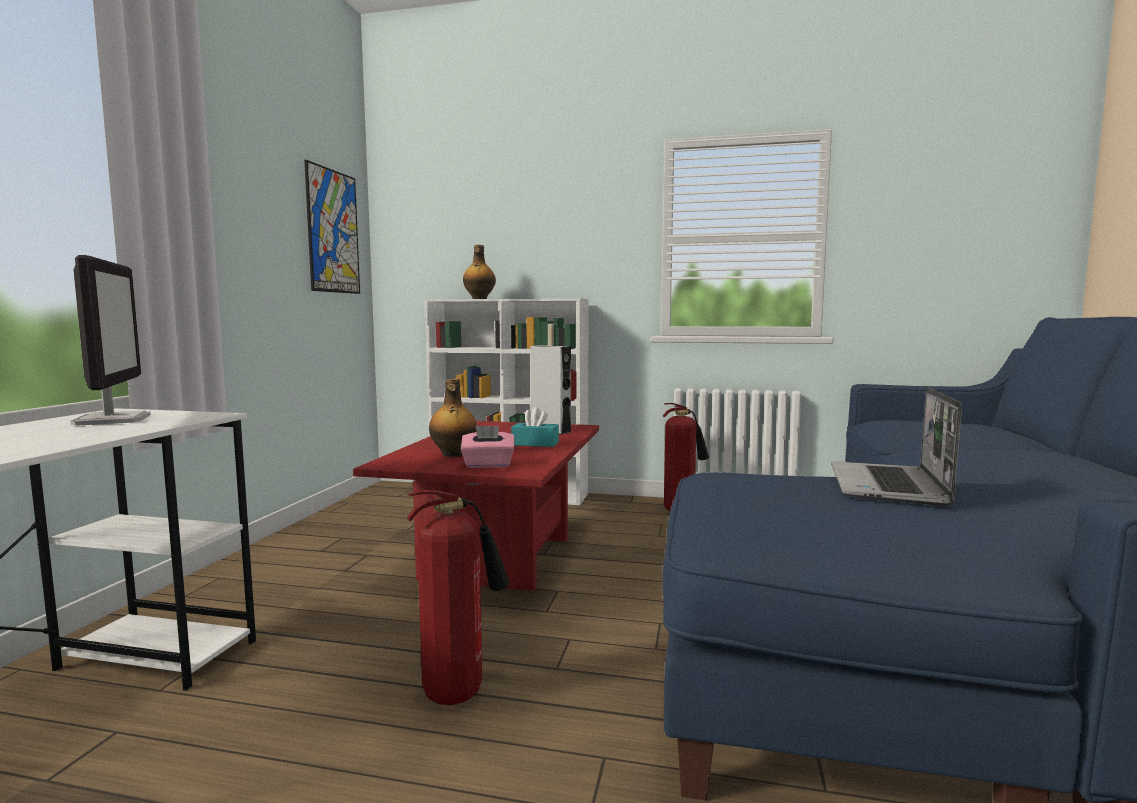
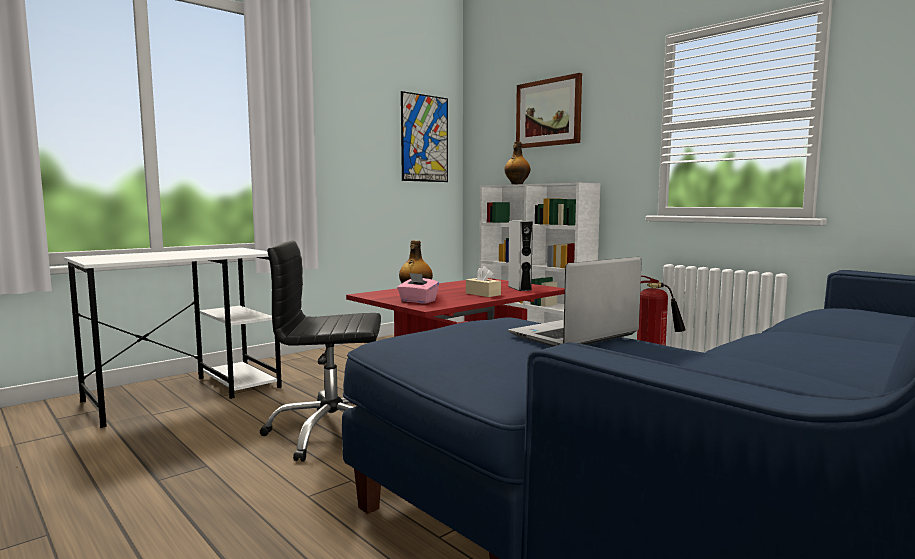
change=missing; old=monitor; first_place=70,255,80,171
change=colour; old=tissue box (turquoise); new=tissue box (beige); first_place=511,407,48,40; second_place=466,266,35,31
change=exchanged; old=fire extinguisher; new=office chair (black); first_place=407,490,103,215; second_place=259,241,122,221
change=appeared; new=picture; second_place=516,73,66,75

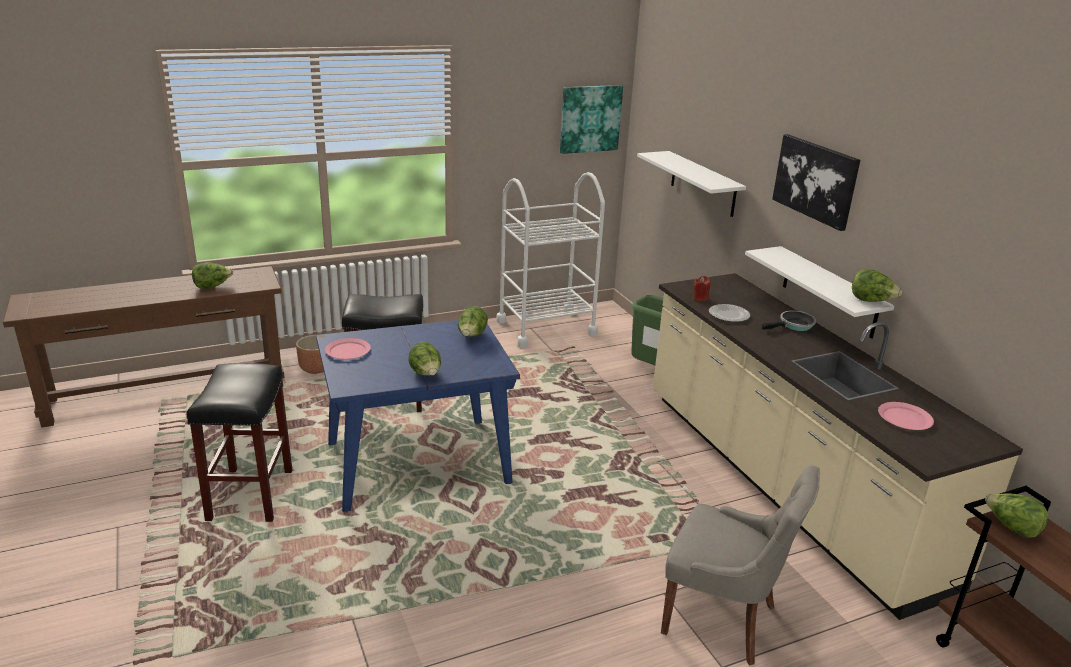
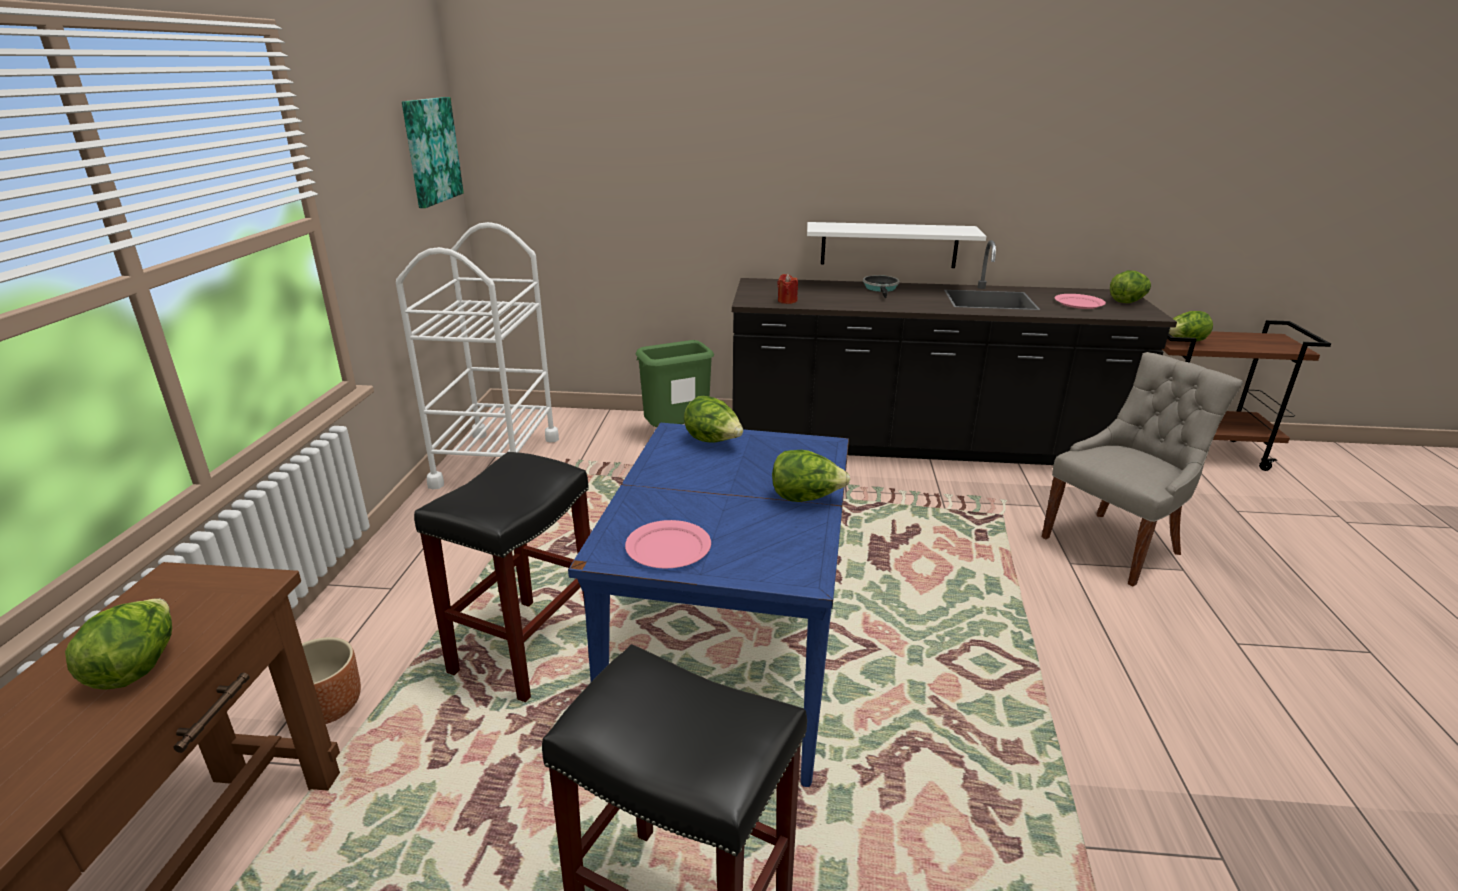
change=missing; old=picture; first_place=772,134,88,97
change=missing; old=shelf (white); first_place=637,151,109,66
change=relocated; old=lettuce; first_place=852,269,50,33; second_place=1110,270,41,33
change=colour; old=counter (beige); new=counter (black); first_place=653,273,370,347; second_place=732,240,445,225
change=missing; old=plate; first_place=709,304,41,18

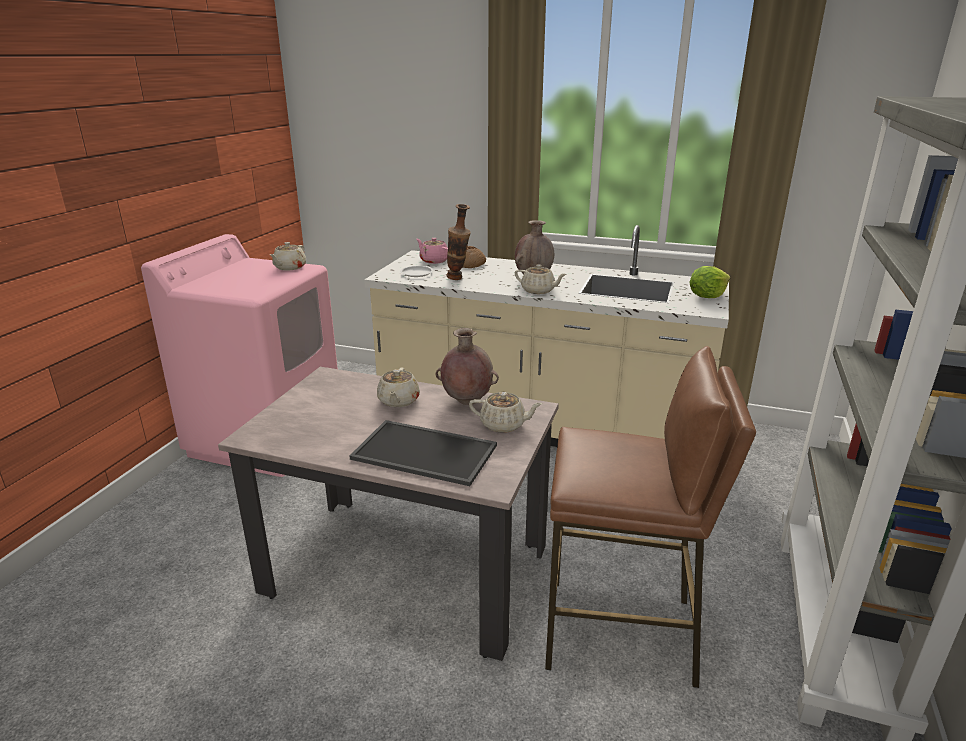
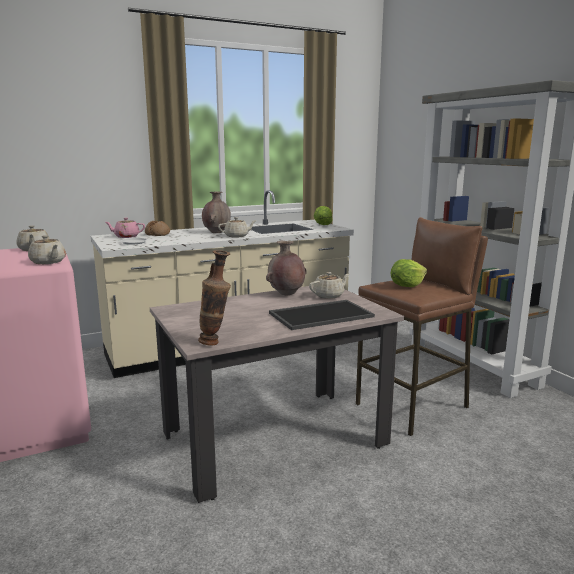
change=relocated; old=vase; first_place=446,204,25,76; second_place=198,250,33,95
change=relocated; old=teapot (beige); first_place=377,367,43,40; second_place=28,235,38,29
change=appeared; new=lettuce; second_place=390,259,37,28

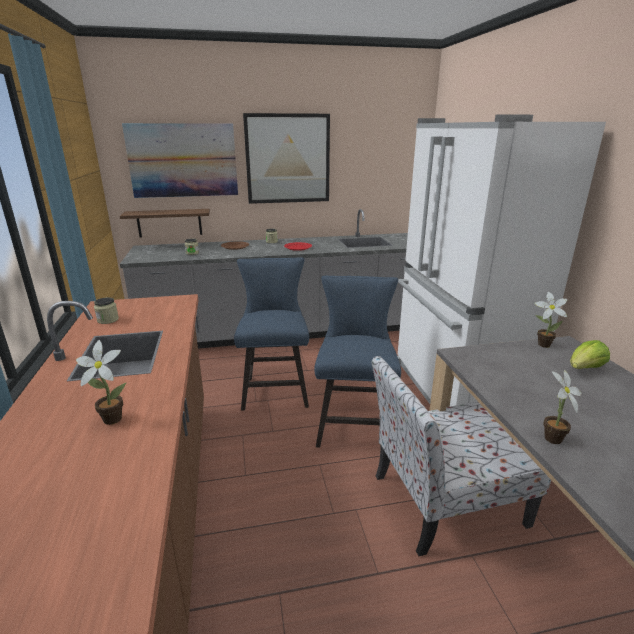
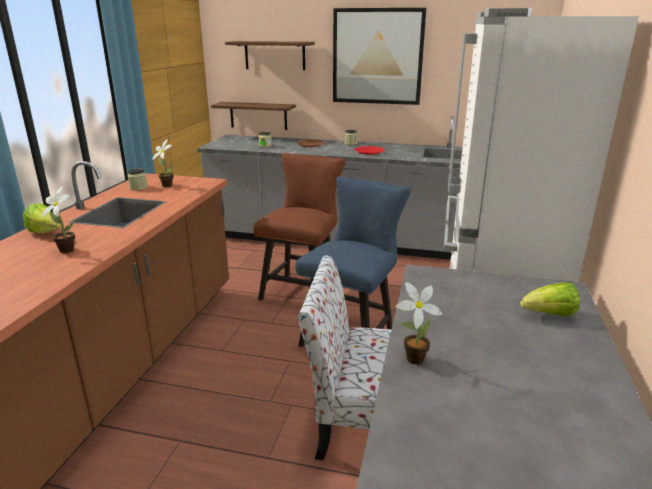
change=exchanged; old=picture; new=shelf; first_place=122,123,116,75; second_place=225,41,90,29
change=colour; old=chair (blue); new=chair (brown); first_place=234,258,75,153; second_place=253,153,93,148
change=relocated; old=potted plant; first_place=534,292,34,56; second_place=152,139,22,48
change=appeared; new=lettuce; second_place=23,204,38,29

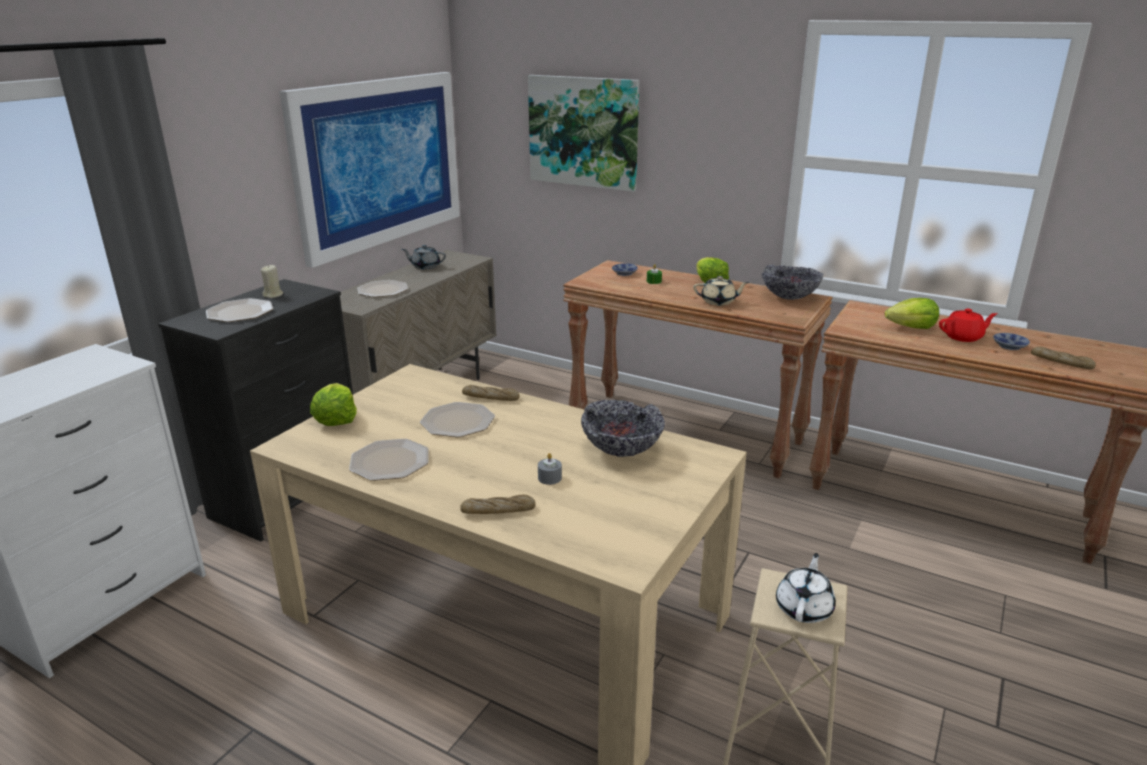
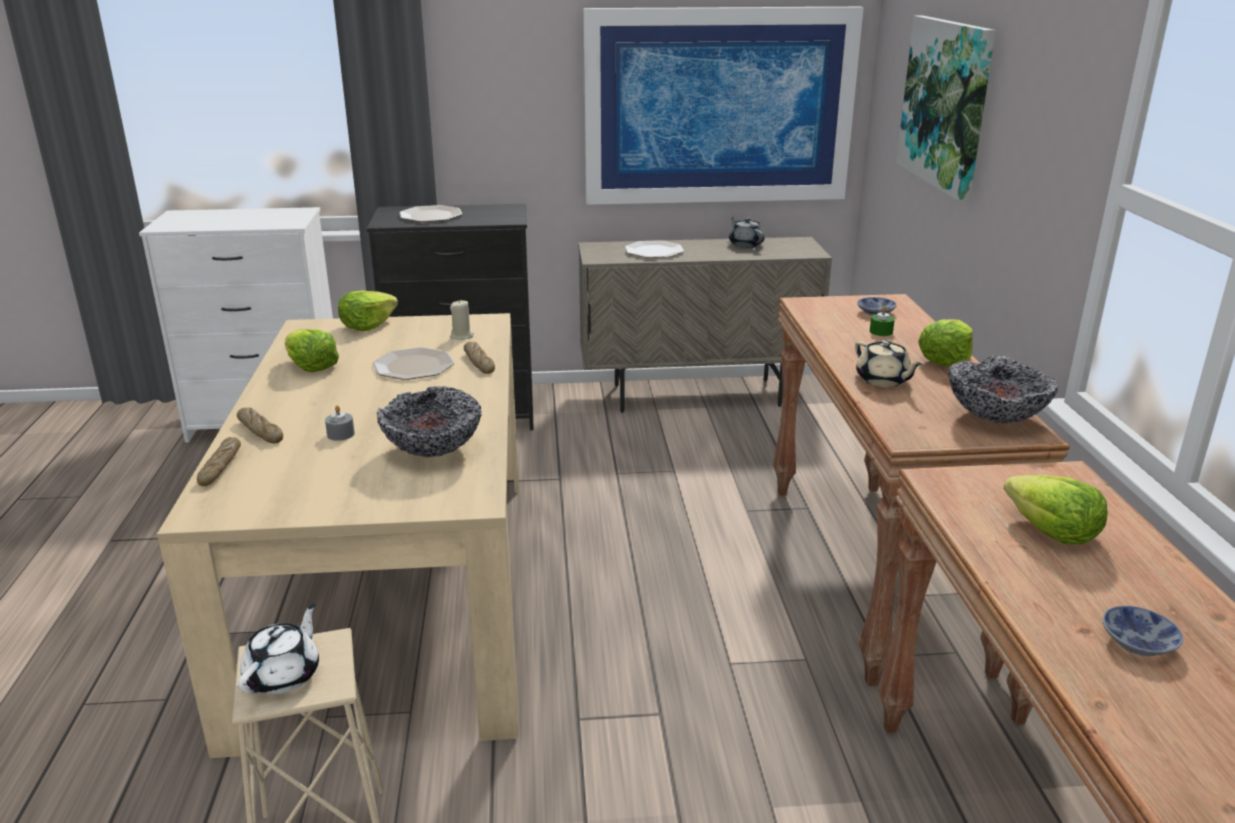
change=relocated; old=candle (beige); first_place=261,265,22,33; second_place=450,300,24,40
change=missing; old=teapot (red); first_place=939,309,59,33
change=relocated; old=bread; first_place=1031,347,65,22; second_place=197,437,44,49
change=exchanged; old=plate; new=lettuce; first_place=349,439,80,42; second_place=285,329,54,43
change=spun; old=teapot (white); first_place=776,553,60,70; second_place=238,603,81,91; degrees=-60

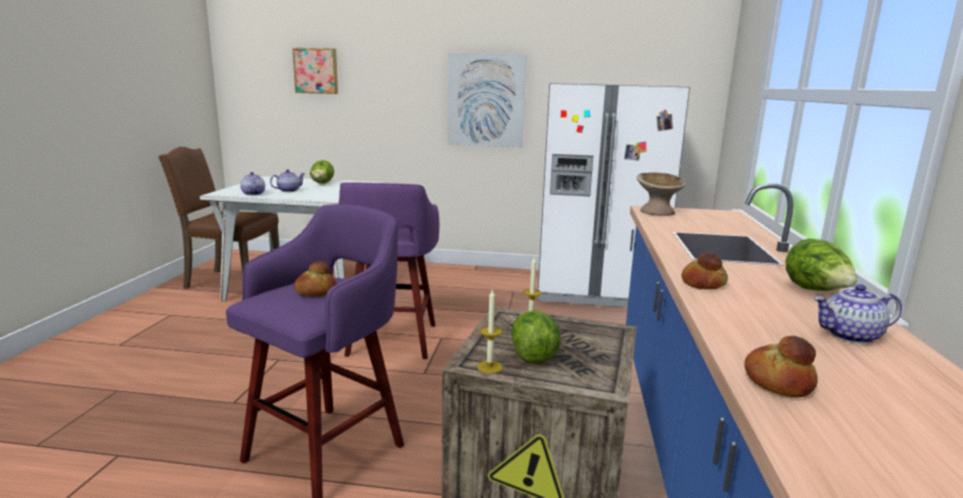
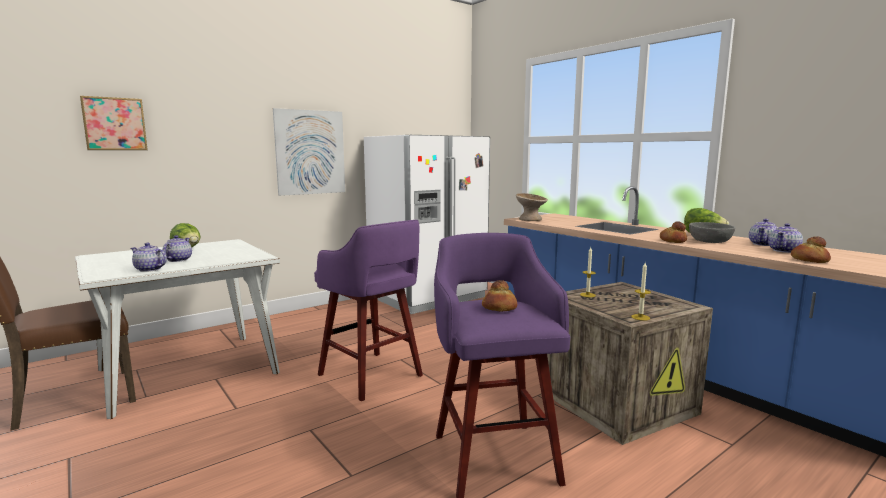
change=missing; old=lettuce; first_place=511,310,50,54
change=appeared; new=bowl (grey); second_place=689,222,46,21
change=appeared; new=teapot; second_place=768,223,35,30

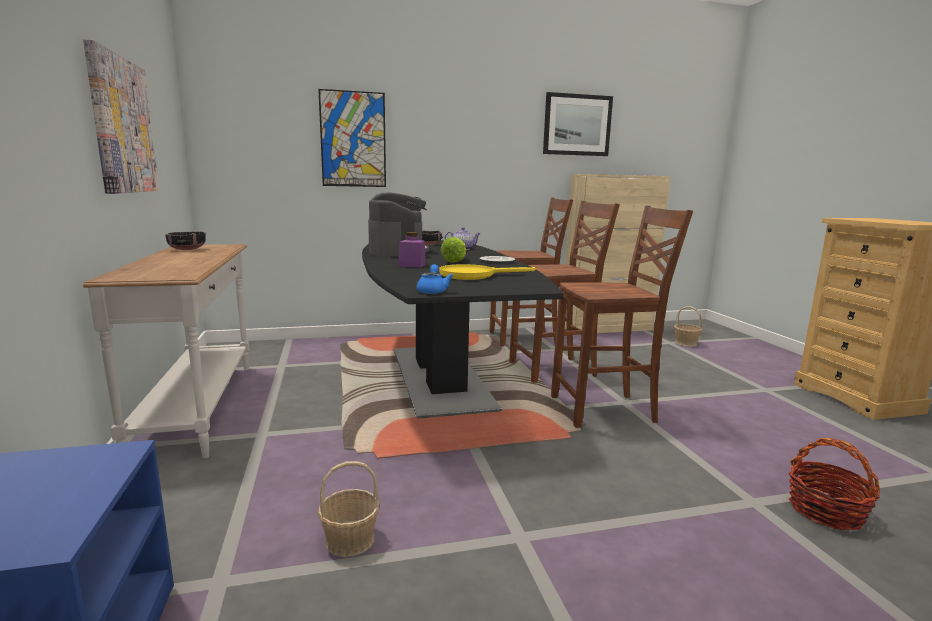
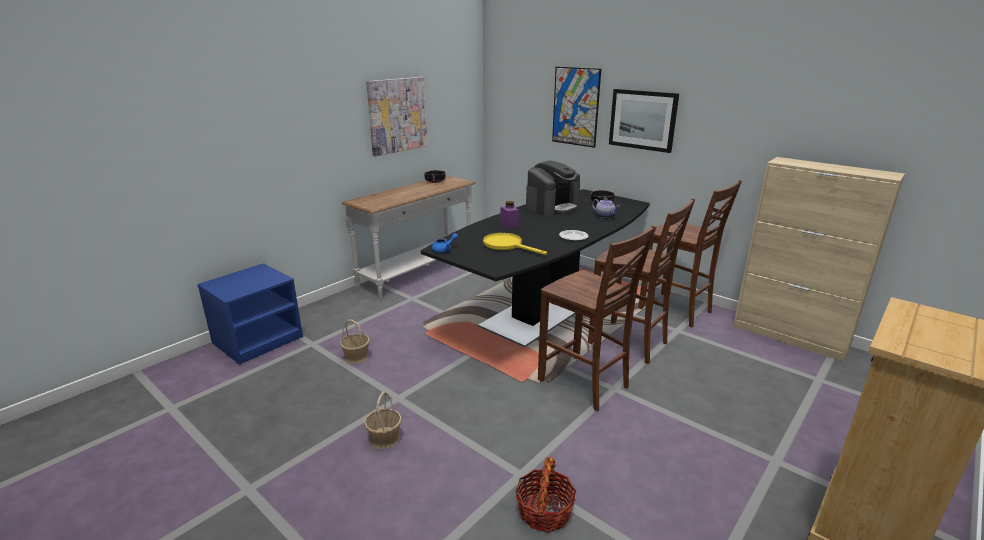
change=relocated; old=picture; first_place=543,92,70,64; second_place=609,89,70,64
change=missing; old=lettuce; first_place=440,237,26,26
change=relocated; old=basket; first_place=674,306,28,41; second_place=364,392,38,57

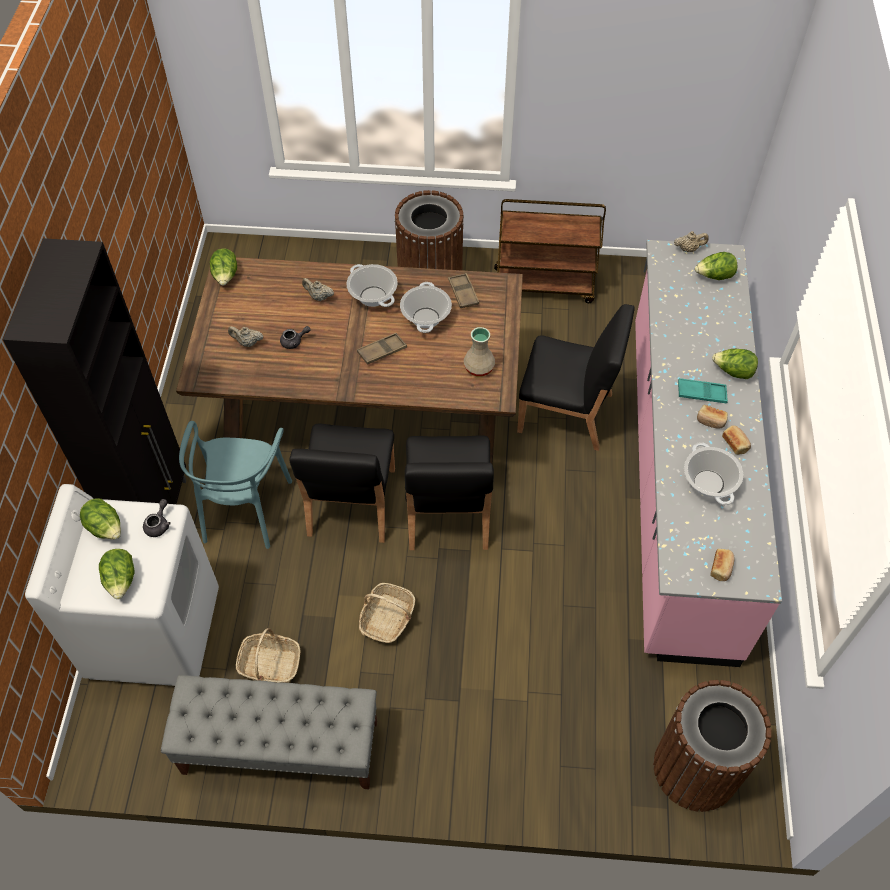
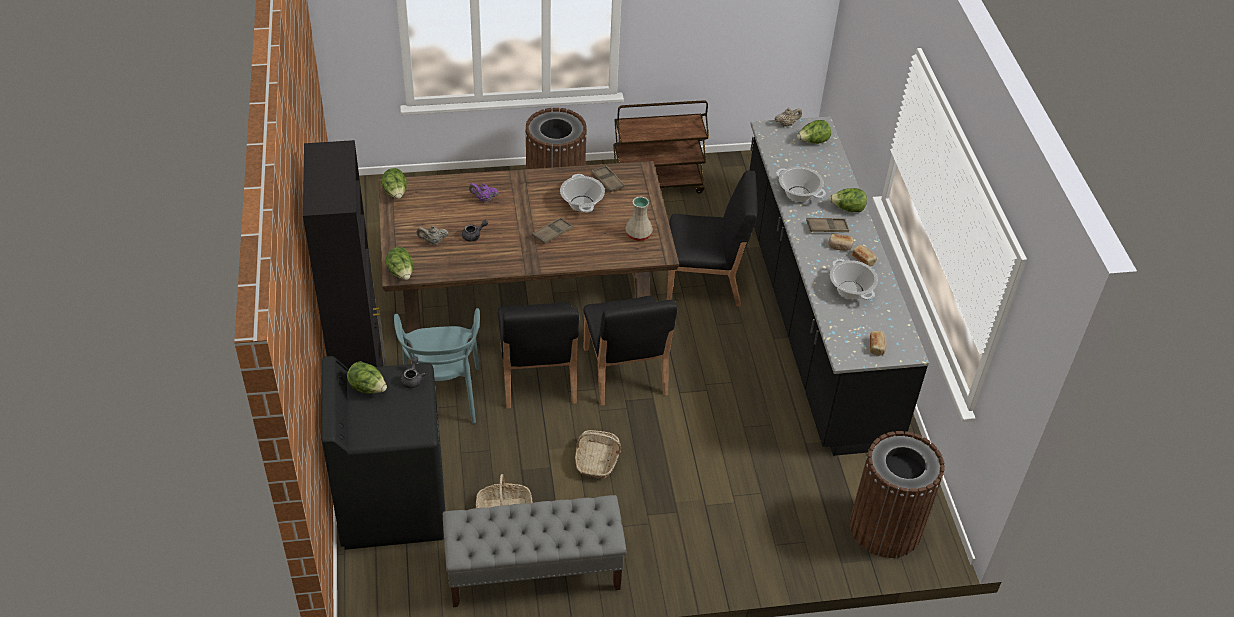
change=colour; old=counter (pink); new=counter (black); first_place=635,240,147,427; second_place=749,117,180,339
change=relocated; old=cooking pot; first_place=346,264,52,43; second_place=776,167,50,35
change=colour; old=teapot (beige); new=teapot (purple); first_place=302,278,32,23; second_place=469,183,30,19
change=colour; old=tray (turquoise); new=tray (brown); first_place=678,378,50,26; second_place=806,218,43,14
change=colour; old=washing machine (white); new=washing machine (black); first_place=25,484,194,202; second_place=321,356,124,194
change=relocated; old=lettuce; first_place=99,549,36,50; second_place=386,247,27,33

